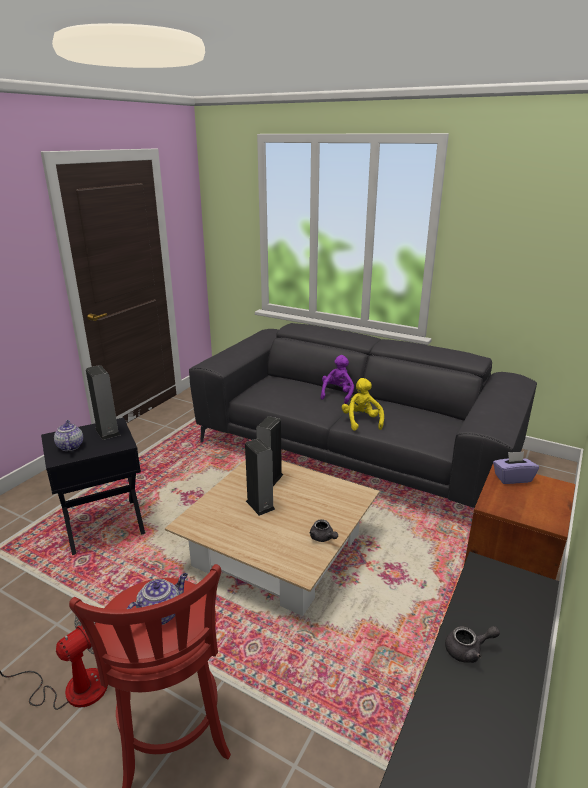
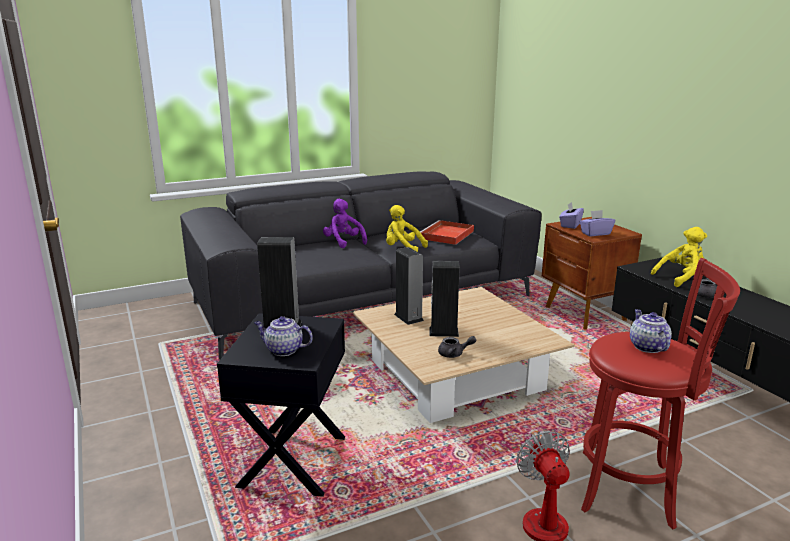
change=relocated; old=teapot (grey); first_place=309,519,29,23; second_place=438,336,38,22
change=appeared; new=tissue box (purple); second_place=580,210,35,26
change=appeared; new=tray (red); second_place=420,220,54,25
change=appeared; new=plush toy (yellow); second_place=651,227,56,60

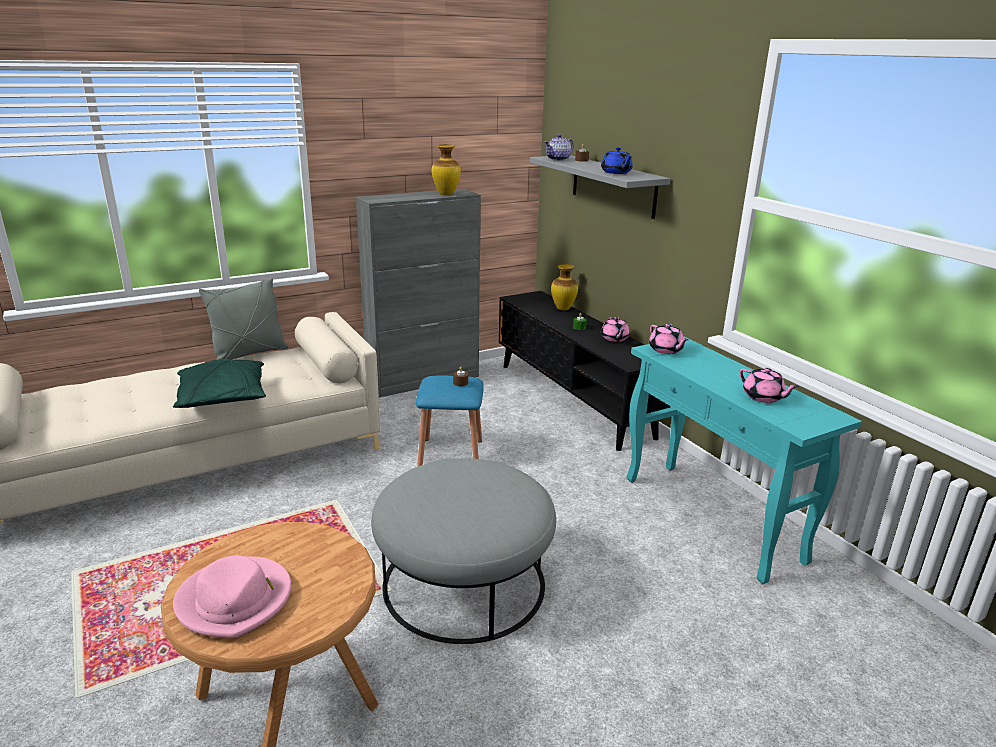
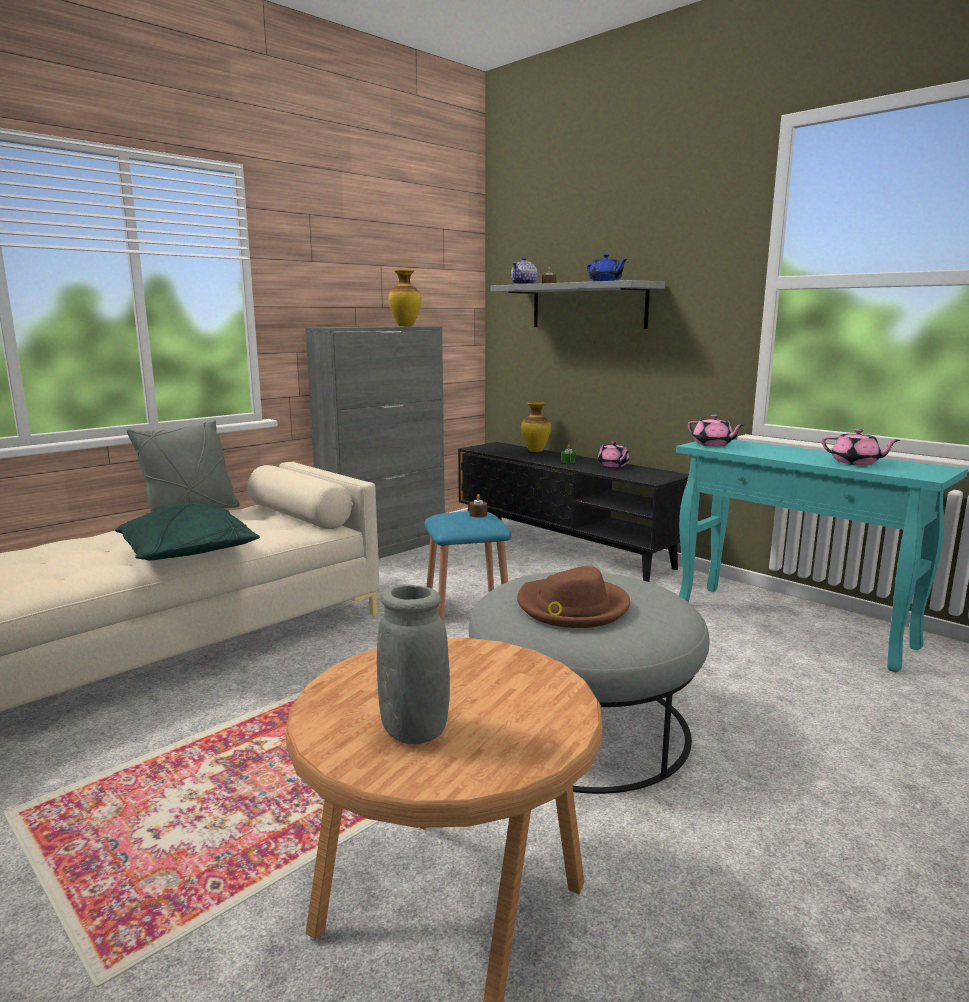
change=exchanged; old=hat (pink); new=vase (grey); first_place=173,556,119,82; second_place=377,584,73,160
change=appeared; new=hat (brown); second_place=517,566,113,62

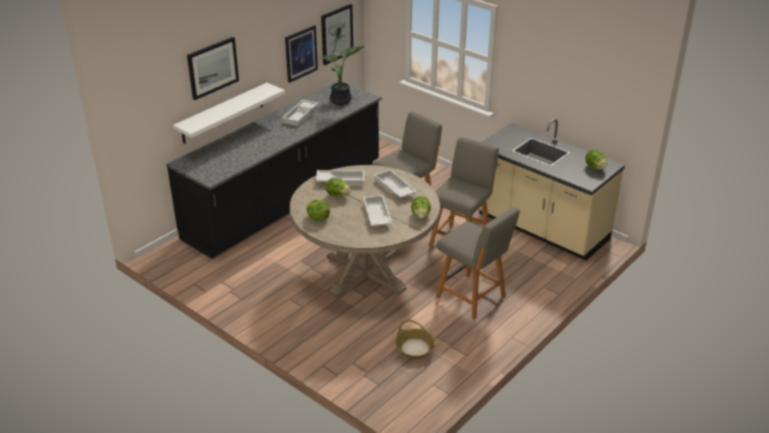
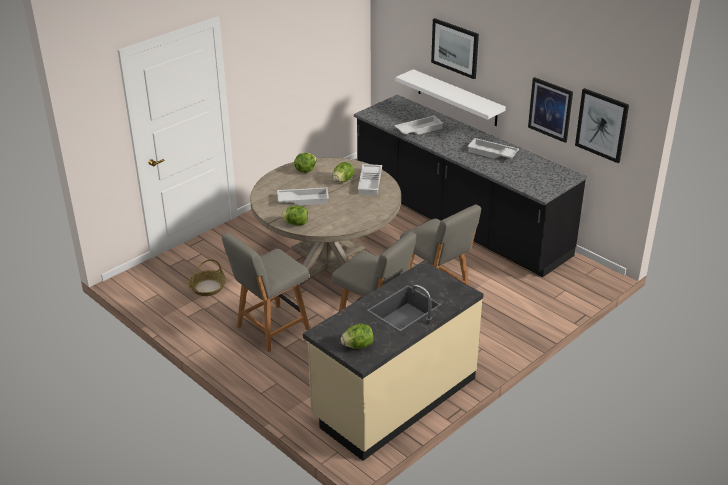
change=missing; old=potted plant; first_place=321,46,44,59
change=relocated; old=tray (white); first_place=374,169,43,29; second_place=394,116,50,19

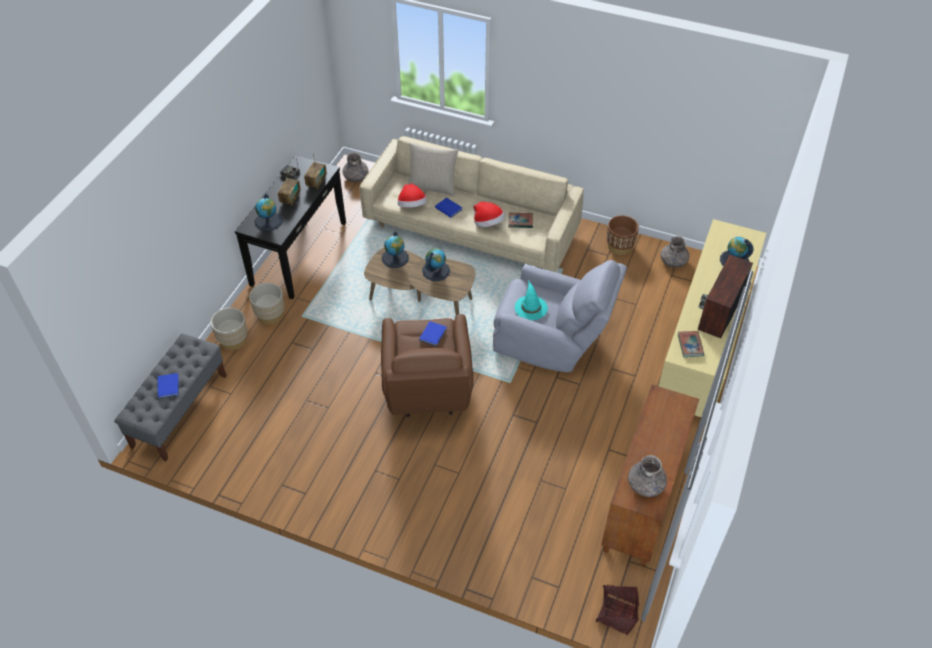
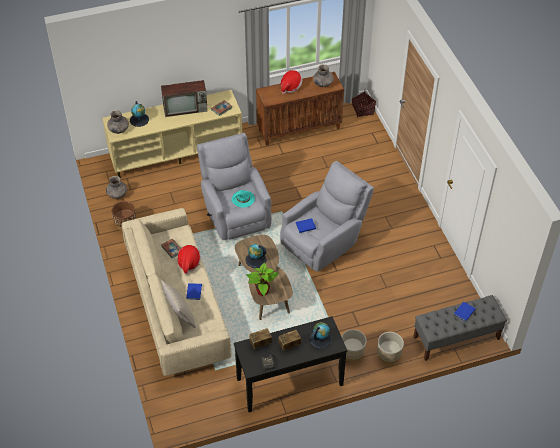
change=relocated; old=vase (grey); first_place=343,152,26,30; second_place=107,110,22,24
change=relocated; old=hat; first_place=398,183,29,25; second_place=281,70,21,24
change=exchanged; old=globe; new=potted plant; first_place=382,232,27,36; second_place=247,262,32,34
change=colour; old=armchair (brown); new=armchair (grey); first_place=381,314,93,103; second_place=280,161,94,111

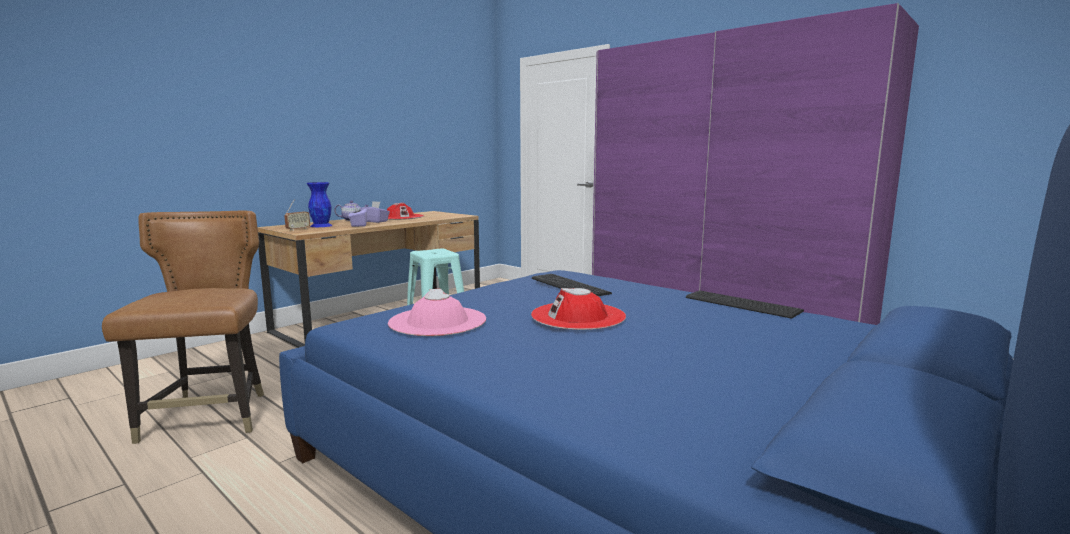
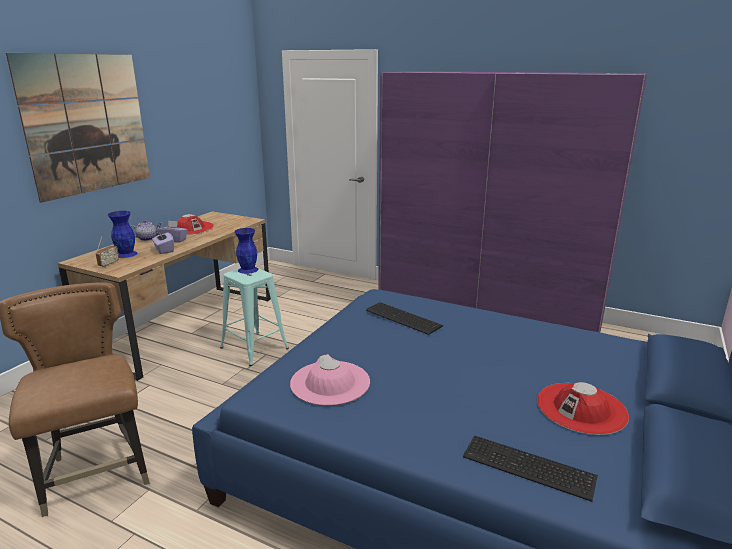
change=relocated; old=hat (red); first_place=531,288,95,42; second_place=537,382,92,53
change=relocated; old=keyboard; first_place=686,291,118,28; second_place=463,436,135,66
change=appeared; new=picture; second_place=6,53,144,150
change=appeared; new=vase (blue); second_place=234,228,24,46

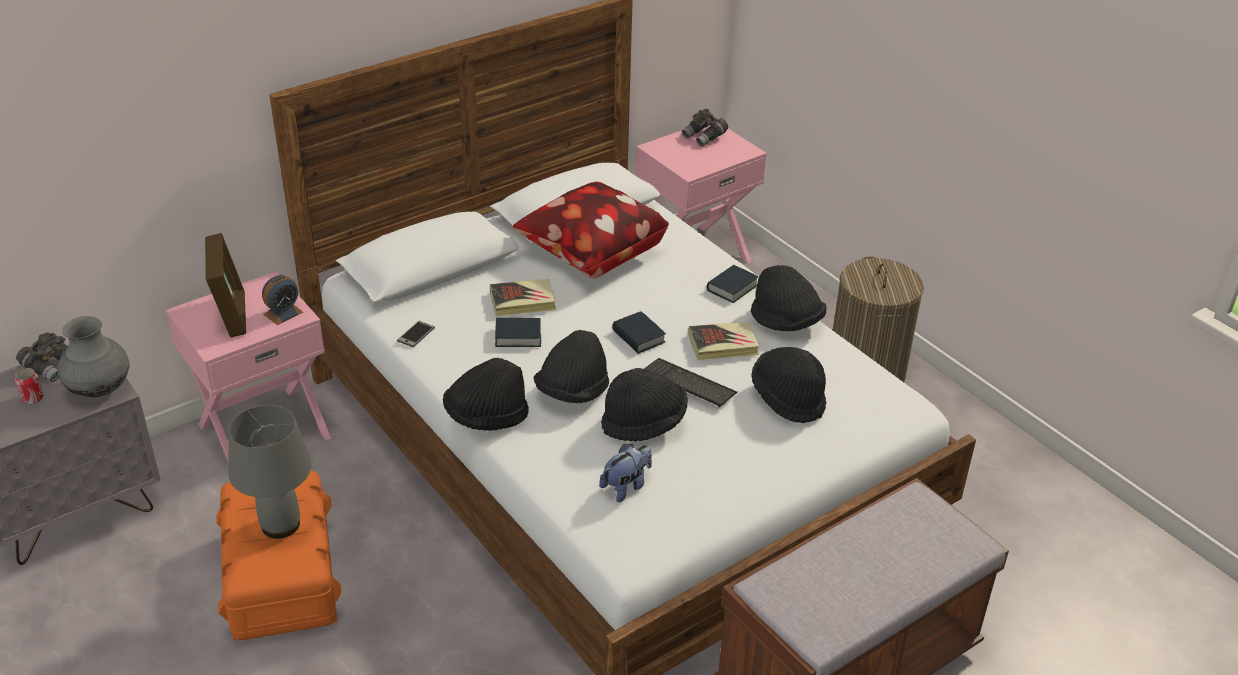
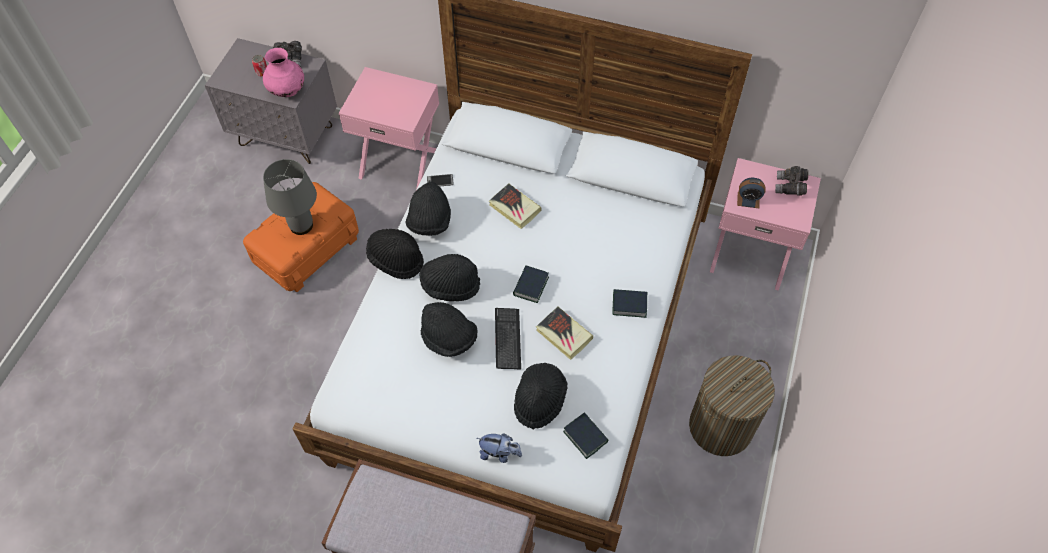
change=missing; old=pillow; first_place=512,182,157,97
change=missing; old=picture frame; first_place=205,233,41,105
change=relocated; old=hat (black); first_place=751,265,75,66; second_place=406,181,45,55
change=relocated; old=alarm clock; first_place=262,275,41,50; second_place=737,178,29,30
change=colour; old=vase (grey); new=vase (pink); first_place=57,316,72,81; second_place=263,48,41,49
change=relocated; old=book; first_place=495,318,46,29; second_place=563,412,45,47
change=relocated; old=plush toy; first_place=599,444,53,58; second_place=477,434,45,29

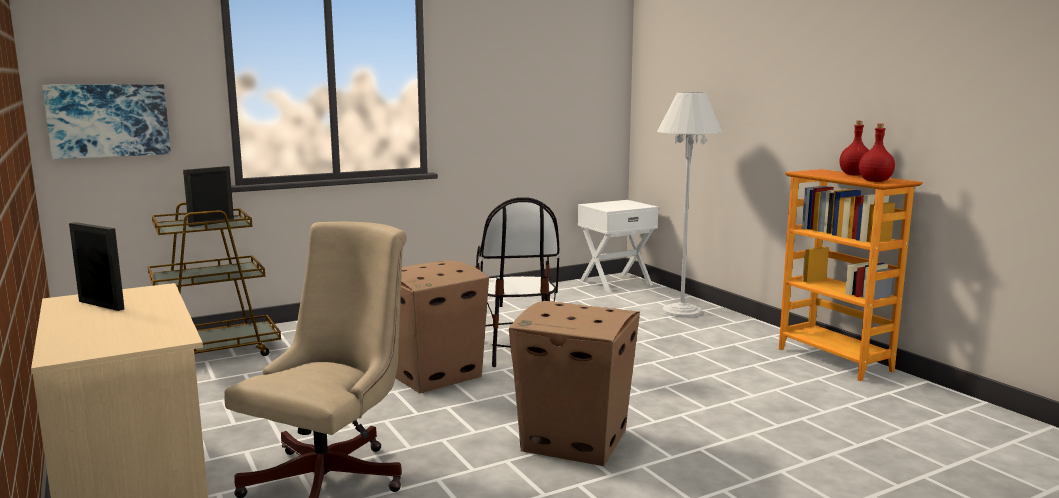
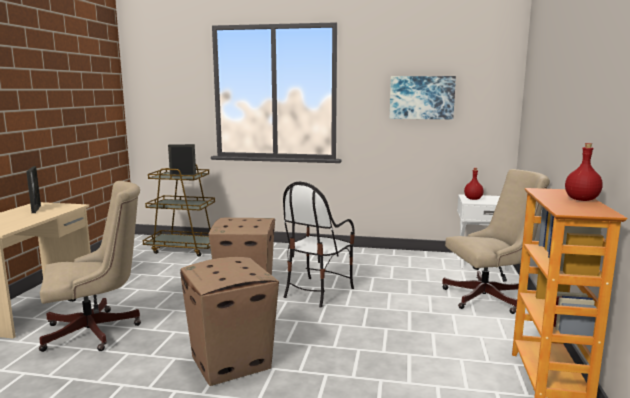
change=relocated; old=picture; first_place=42,84,129,75; second_place=390,76,66,44
change=exchanged; old=floor lamp (white); new=office chair (beige); first_place=657,92,66,226; second_place=442,169,108,145
change=relocated; old=bottle (red); first_place=859,124,36,58; second_place=464,168,20,32

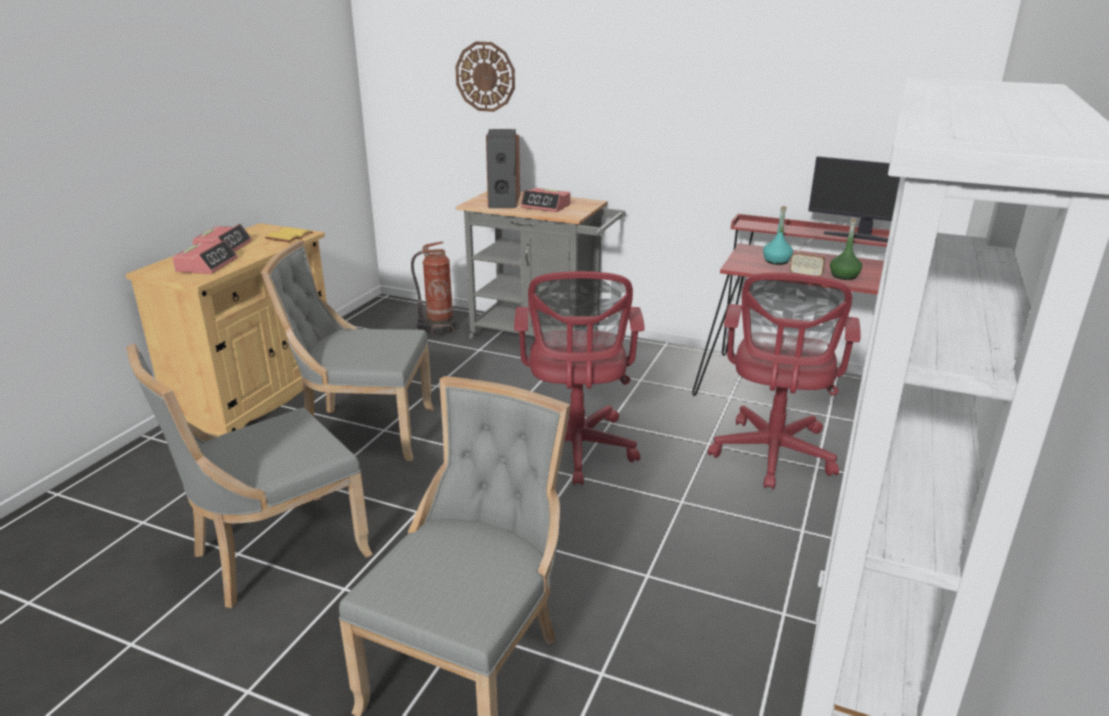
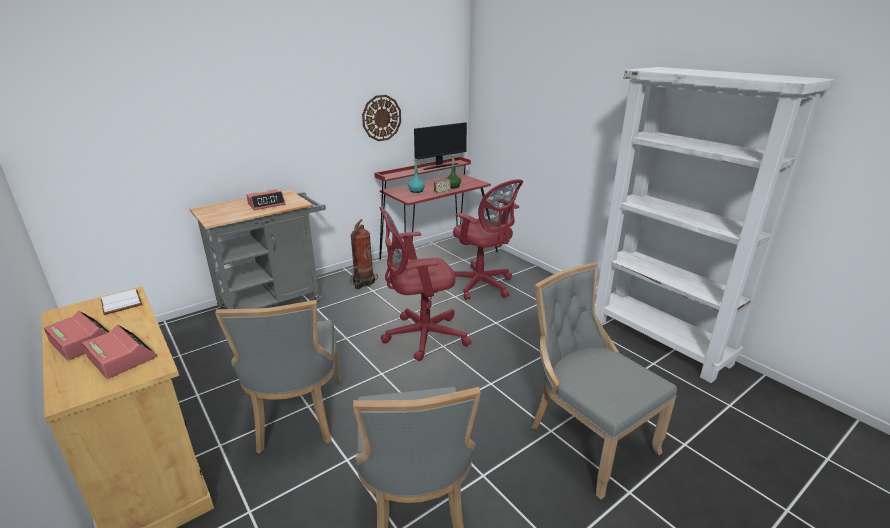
change=relocated; old=wall clock; first_place=455,42,60,70; second_place=362,95,39,46
change=missing; old=speaker; first_place=486,129,34,79
change=colour; old=book (yellow); new=book (white); first_place=265,227,48,16; second_place=101,289,41,26
change=spun; old=chair (grey); first_place=261,240,173,221; second_place=215,300,126,153; degrees=-45
change=relocated; old=fire extinguisher; first_place=411,242,45,93; second_place=350,219,28,70
change=spun; old=office chair (red); first_place=514,271,131,214; second_place=379,207,93,154; degrees=135

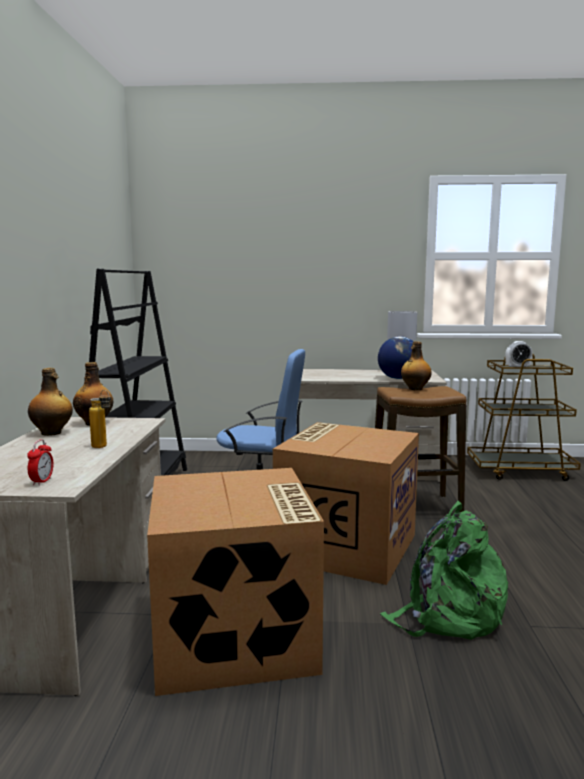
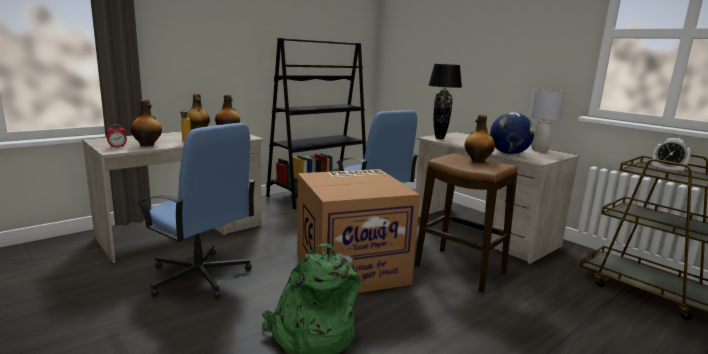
change=exchanged; old=cardboard box; new=office chair (blue); first_place=147,468,177,228; second_place=137,123,119,175
change=appeared; new=table lamp (black); second_place=428,64,34,75
change=appeared; new=bottle; second_place=130,100,32,46

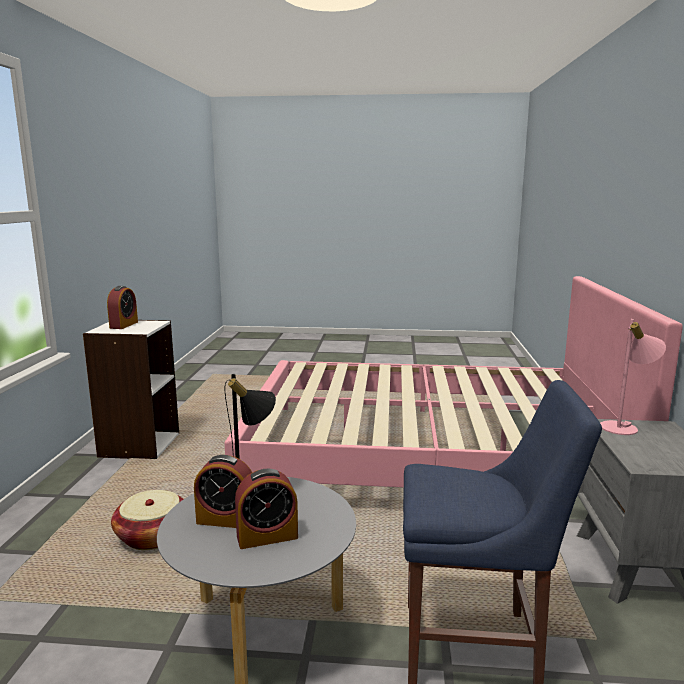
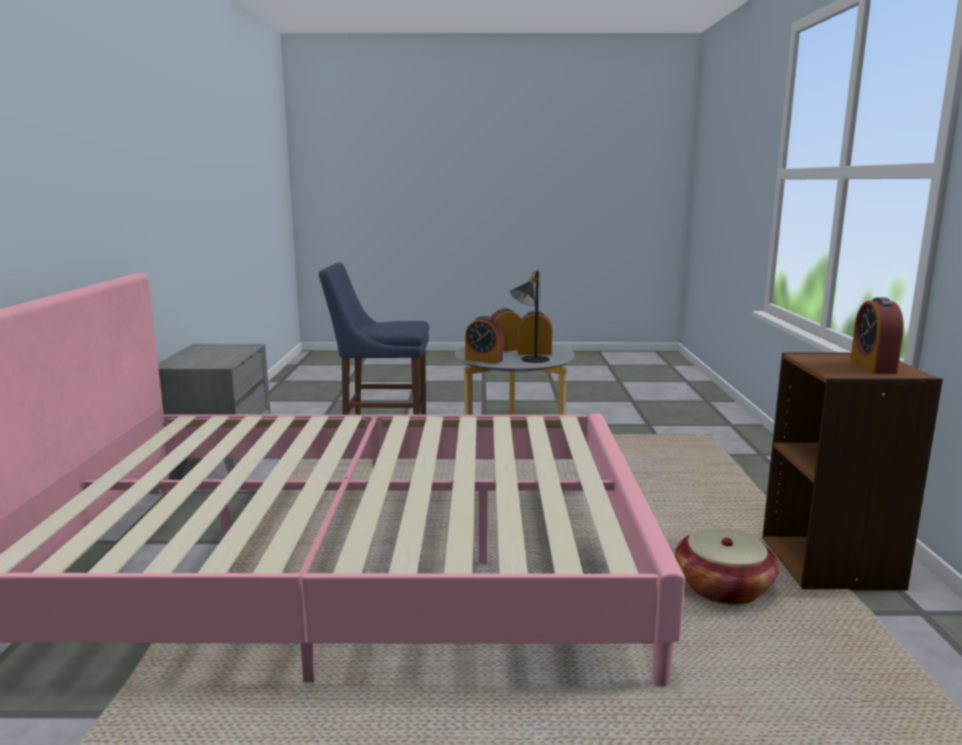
change=missing; old=table lamp (pink); first_place=600,319,66,116
change=colour; old=bookcase (white); new=bookcase (brown); first_place=83,320,96,139; second_place=762,353,181,238
change=relocated; old=basket; first_place=111,490,73,60; second_place=675,528,104,77
change=appeared; new=alarm clock; second_place=465,316,38,48

